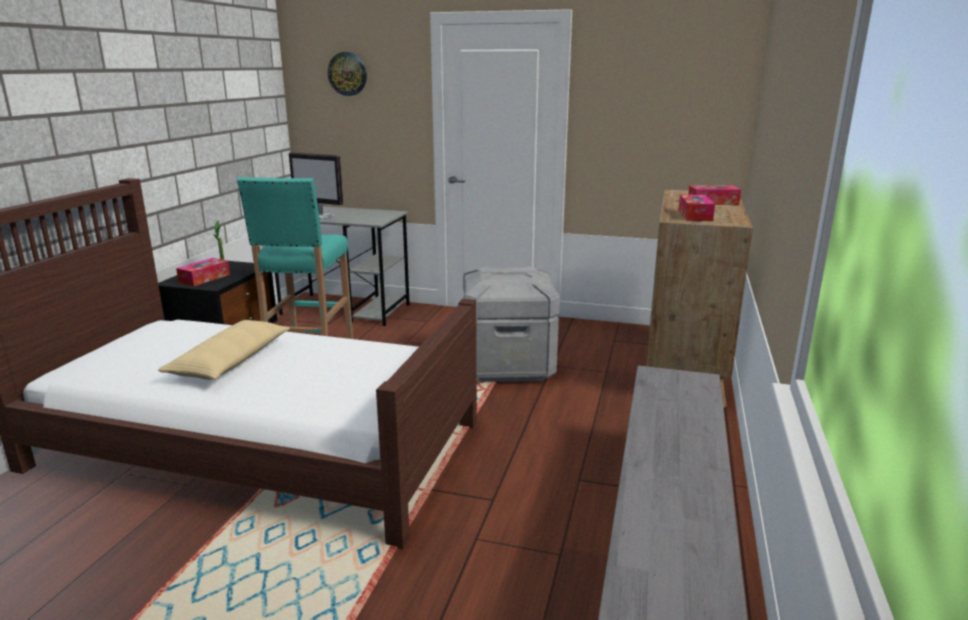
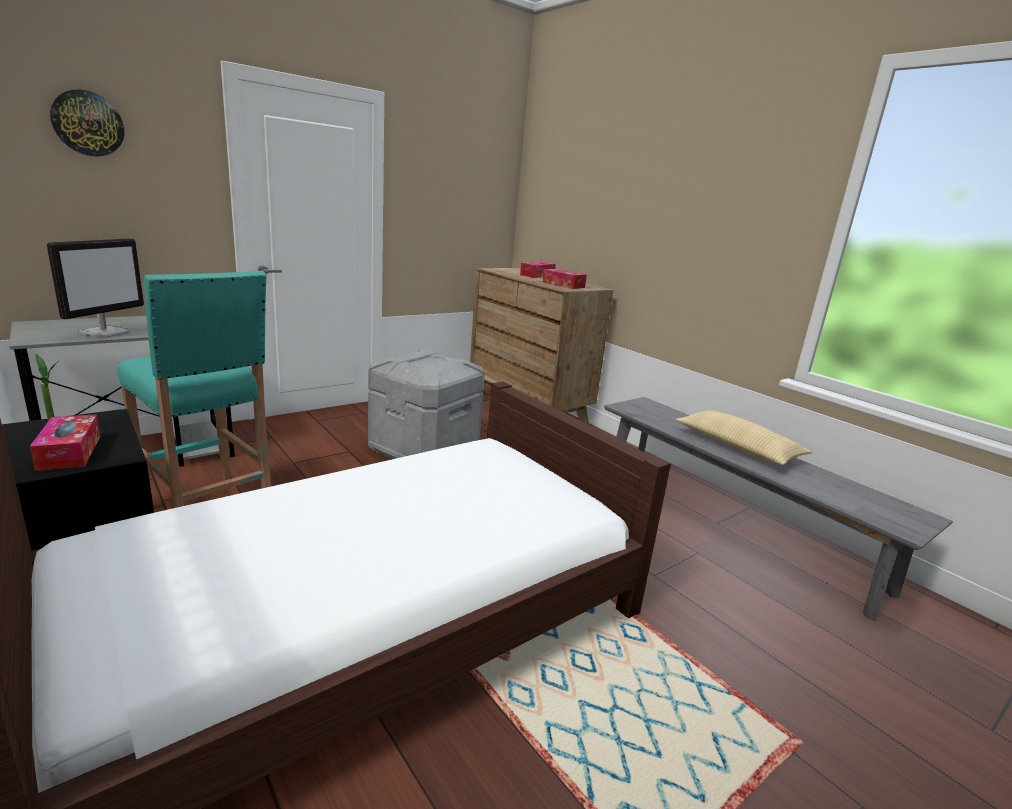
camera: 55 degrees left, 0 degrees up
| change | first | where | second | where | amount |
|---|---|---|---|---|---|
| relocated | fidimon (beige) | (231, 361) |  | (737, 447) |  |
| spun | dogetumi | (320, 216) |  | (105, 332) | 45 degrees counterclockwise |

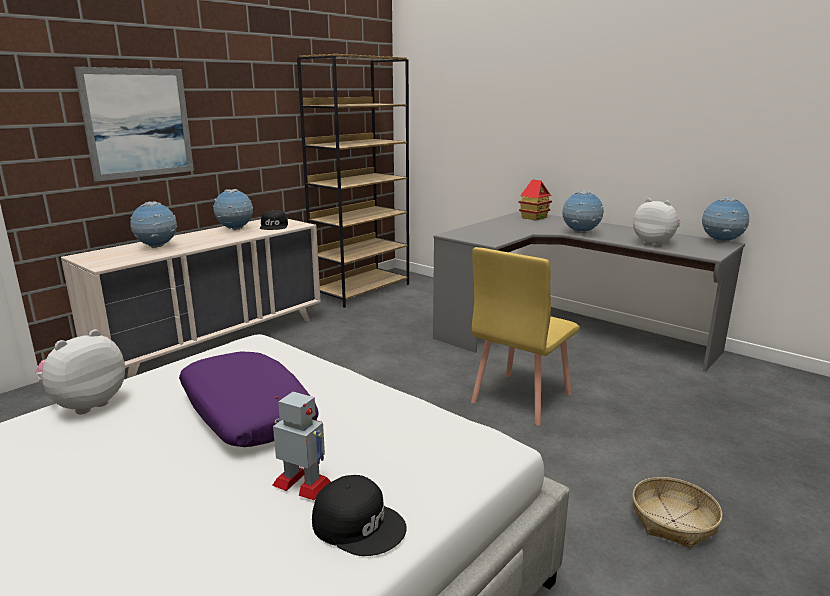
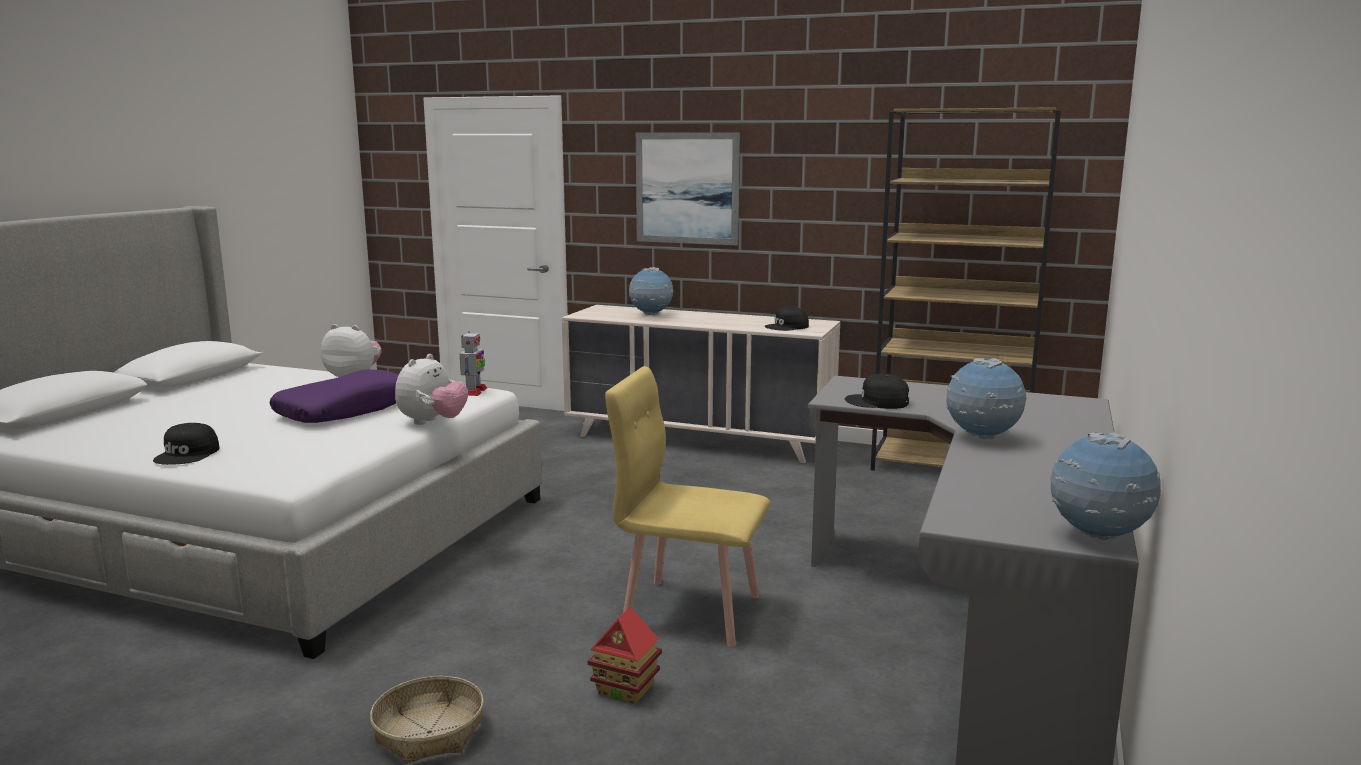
camera: 70 degrees right, 5 degrees down
| change | first | where | second | where | amount |
|---|---|---|---|---|---|
| missing | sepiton | (235, 230) |  |  |  |
| appeared |  |  | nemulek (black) | (877, 402) |  |
| relocated | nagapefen | (303, 484) |  | (473, 391) |  |
| relocated | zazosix | (534, 218) |  | (625, 689) |  |
| relocated | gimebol | (654, 243) |  | (432, 422) |  |

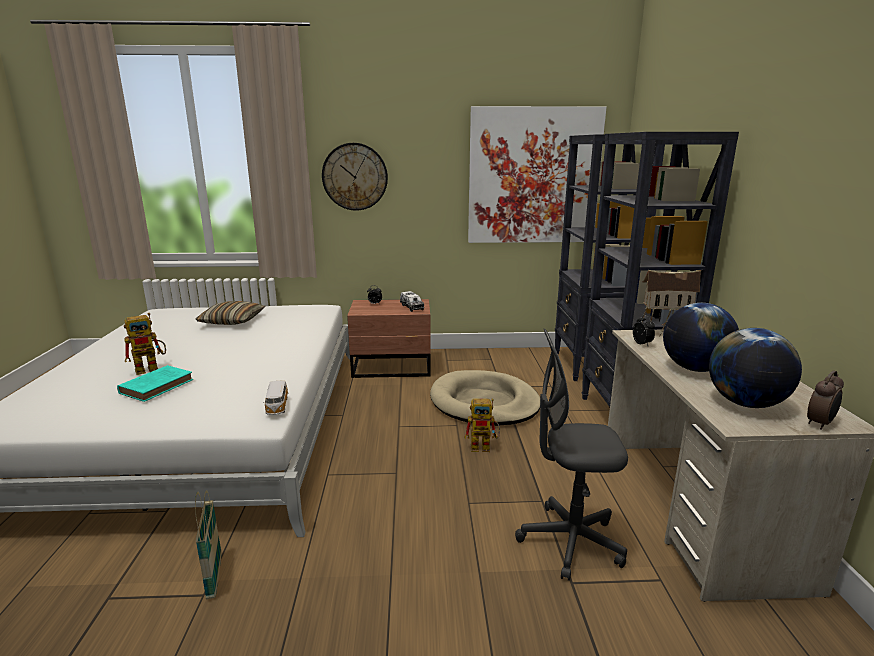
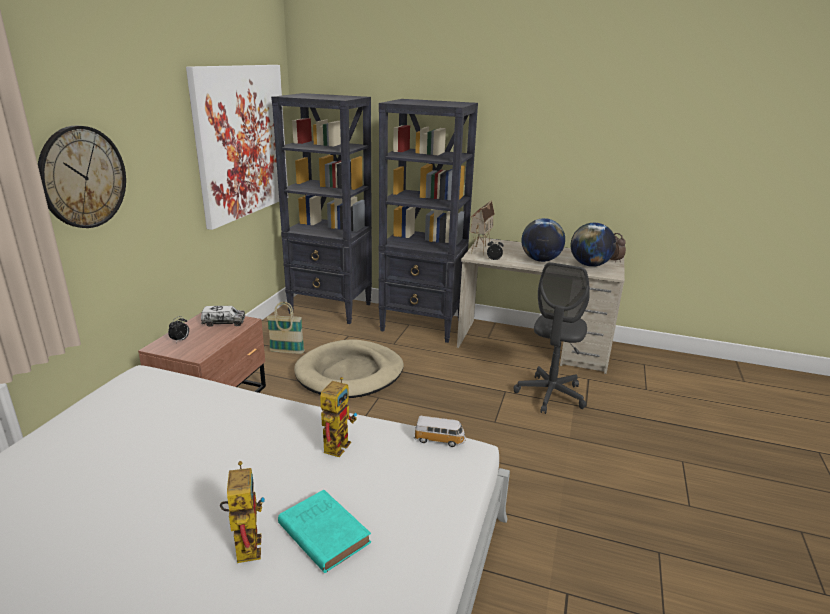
camera: 70 degrees left, 5 degrees up
| change | first | where | second | where | amount |
|---|---|---|---|---|---|
| missing | fidimon | (232, 321) |  |  |  |
| relocated | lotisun | (214, 576) |  | (287, 351) |  |
| relocated | nagapefen | (484, 447) |  | (337, 443) |  |

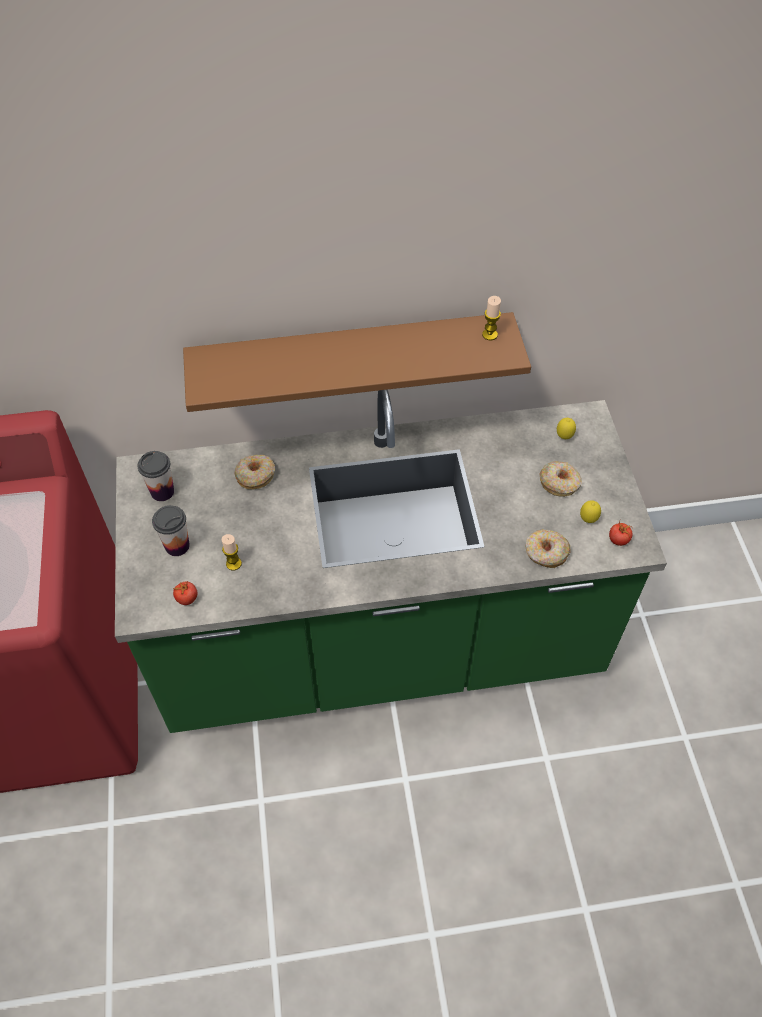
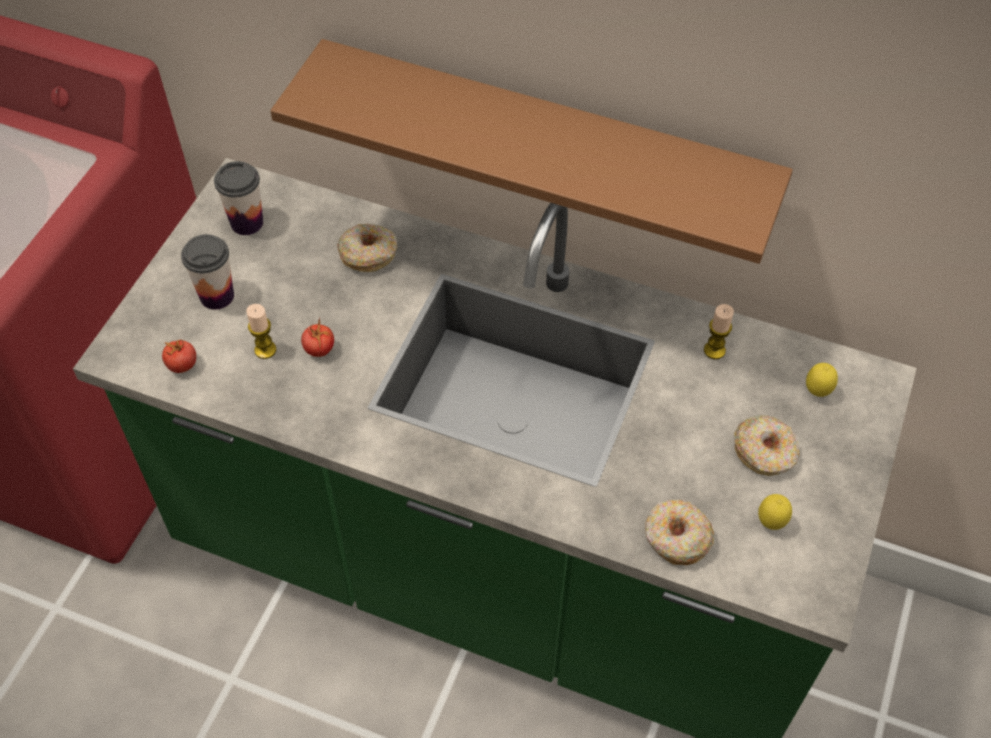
camera: 30 degrees right, 0 degrees up
| change | first | where | second | where | amount |
|---|---|---|---|---|---|
| relocated | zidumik | (489, 335) |  | (714, 350) |  |
| relocated | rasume | (618, 540) |  | (319, 349) |  |

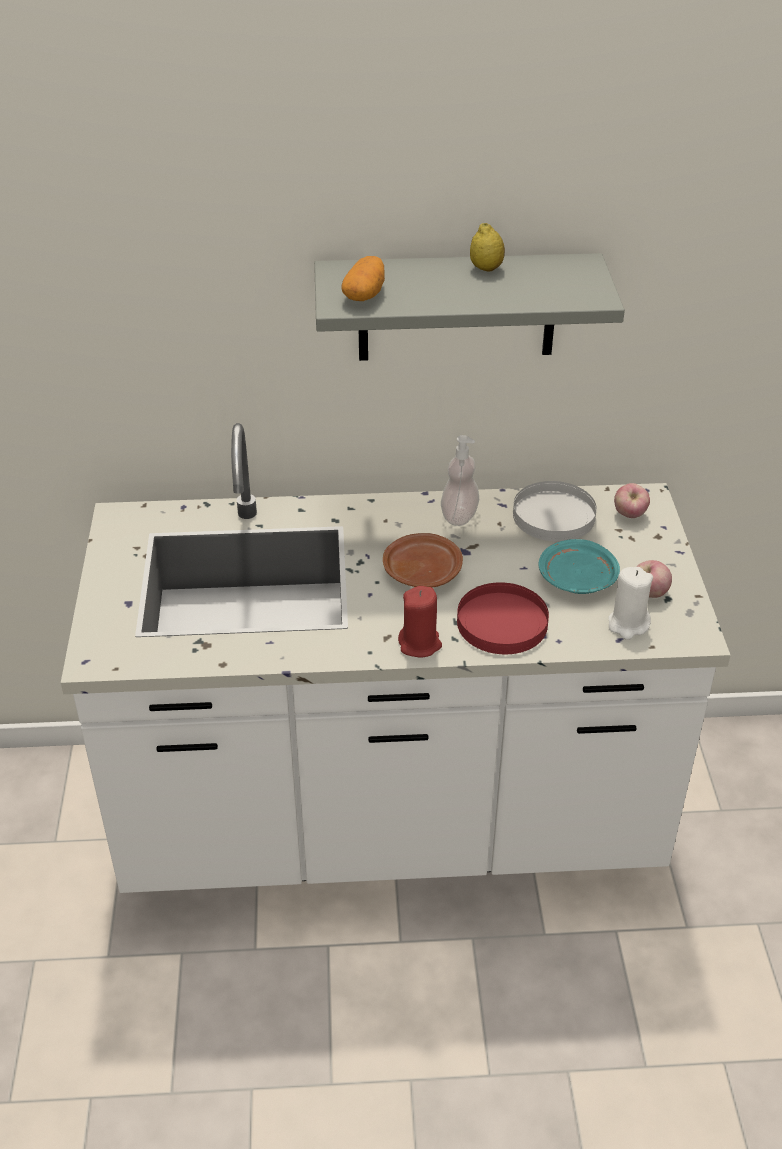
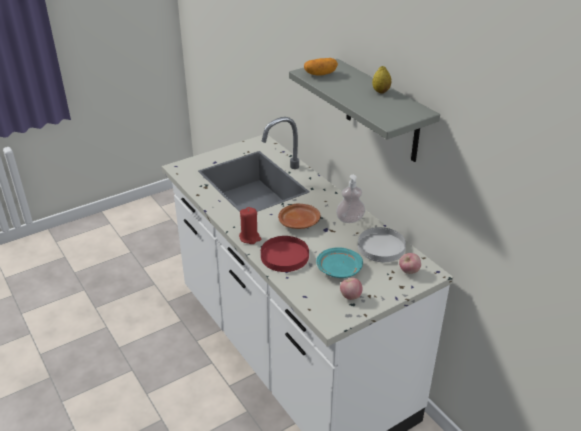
camera: 60 degrees right, 5 degrees down
| change | first | where | second | where | amount |
|---|---|---|---|---|---|
| missing | zidumik (white) | (628, 624) |  |  |  |

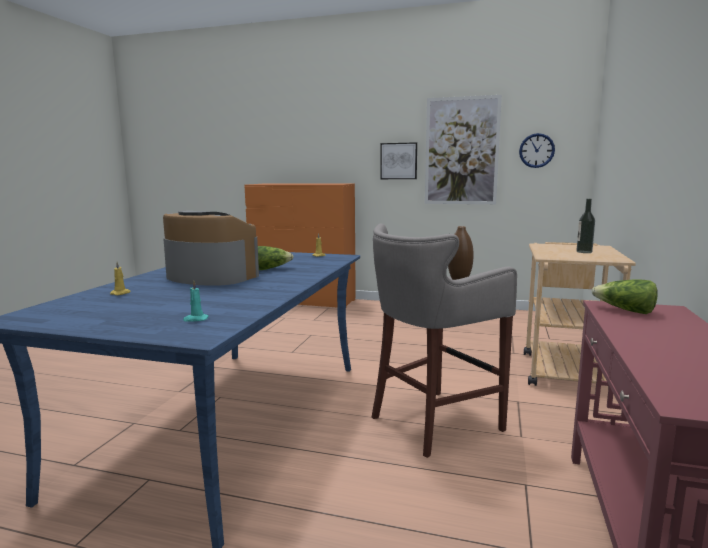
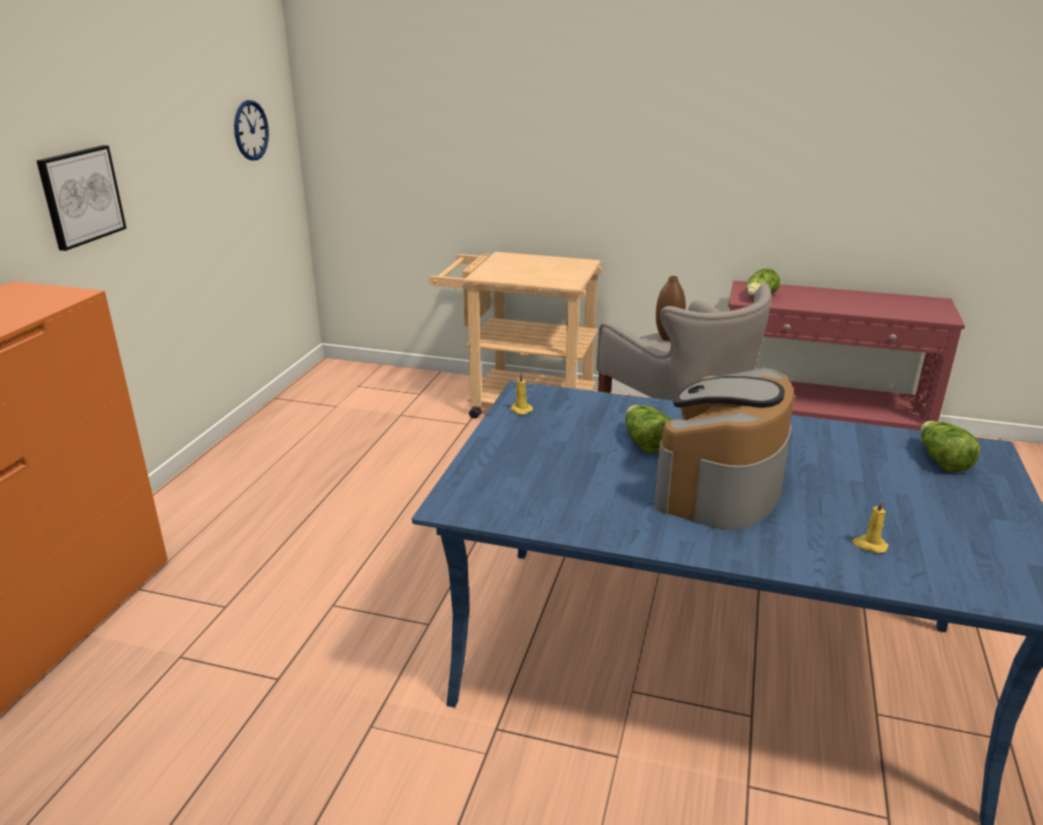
camera: 90 degrees left, 15 degrees up
| change | first | where | second | where | amount |
|---|---|---|---|---|---|
| missing | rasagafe | (461, 151) |  |  |  |
| missing | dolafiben | (584, 252) |  |  |  |
| exchanged | zidumik (turquoise) | (195, 319) | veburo | (941, 460) |  |

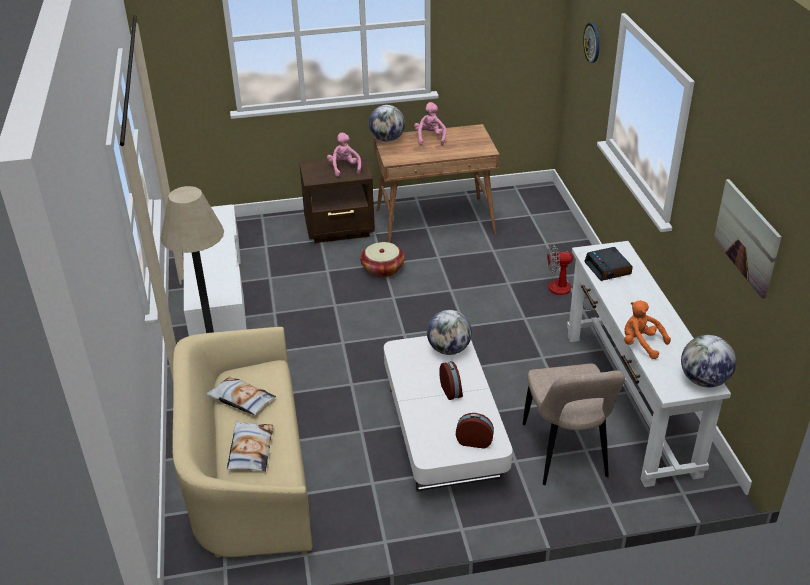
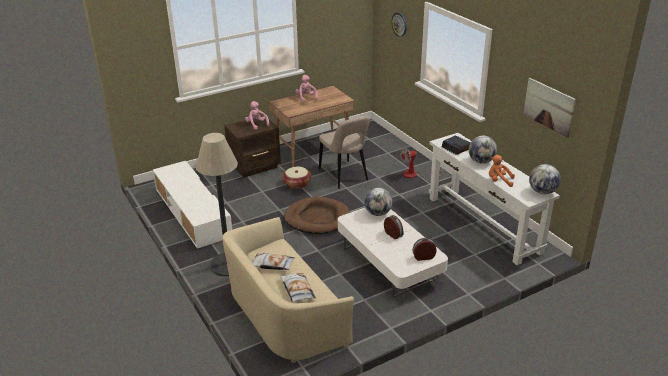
camera: 20 degrees left, 5 degrees down
| change | first | where | second | where | amount |
|---|---|---|---|---|---|
| appeared |  |  | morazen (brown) | (317, 218) |  |
| relocated | sepiton | (387, 139) |  | (481, 161) |  |
| relocated | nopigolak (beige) | (566, 454) |  | (344, 176) |  |

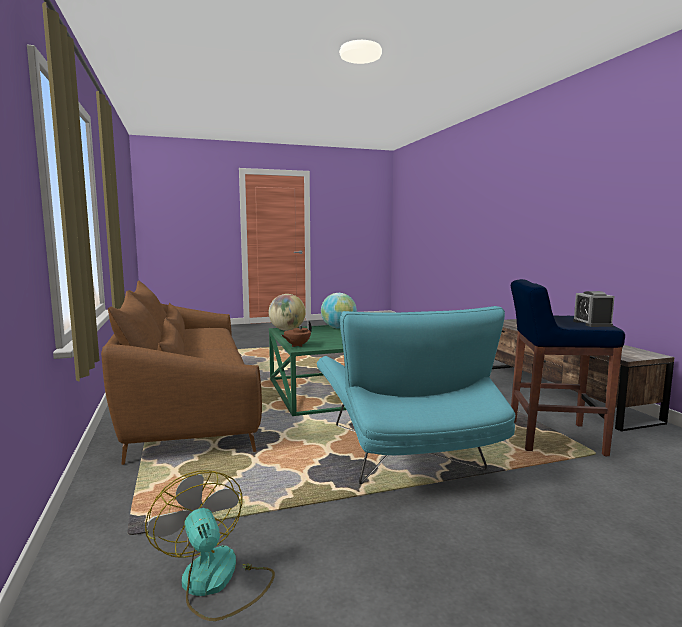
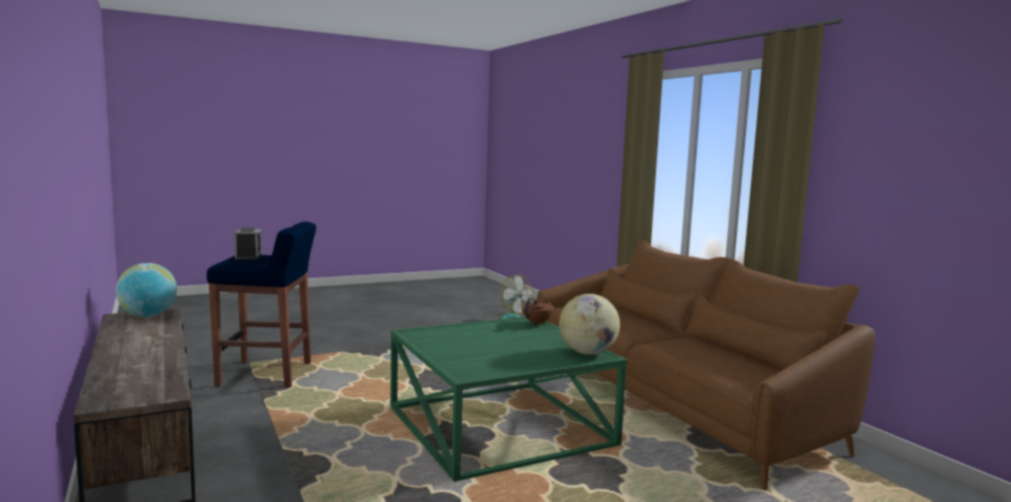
camera: 170 degrees right, 0 degrees up
| change | first | where | second | where | amount |
|---|---|---|---|---|---|
| missing | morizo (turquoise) | (405, 453) |  |  |  |
| relocated | sepiton | (338, 328) |  | (148, 316) |  |

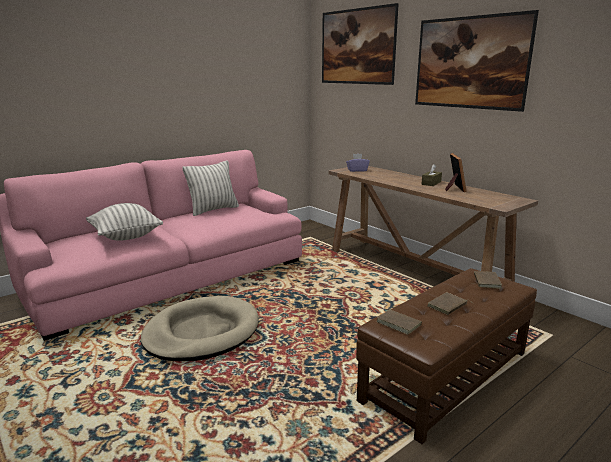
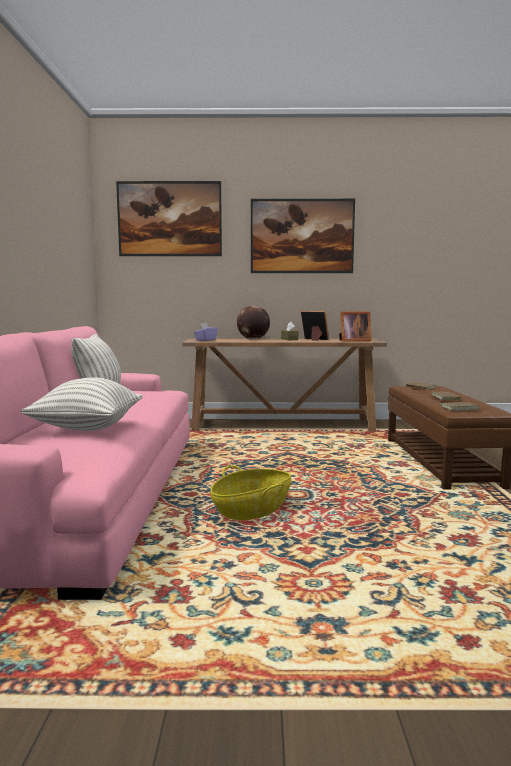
camera: 50 degrees left, 10 degrees down
| change | first | where | second | where | amount |
|---|---|---|---|---|---|
| appeared |  |  | sepiton | (253, 339) |  |
| appeared |  |  | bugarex | (353, 341) |  |
| exchanged | morazen (beige) | (201, 333) | lotisun | (252, 510) |  |

